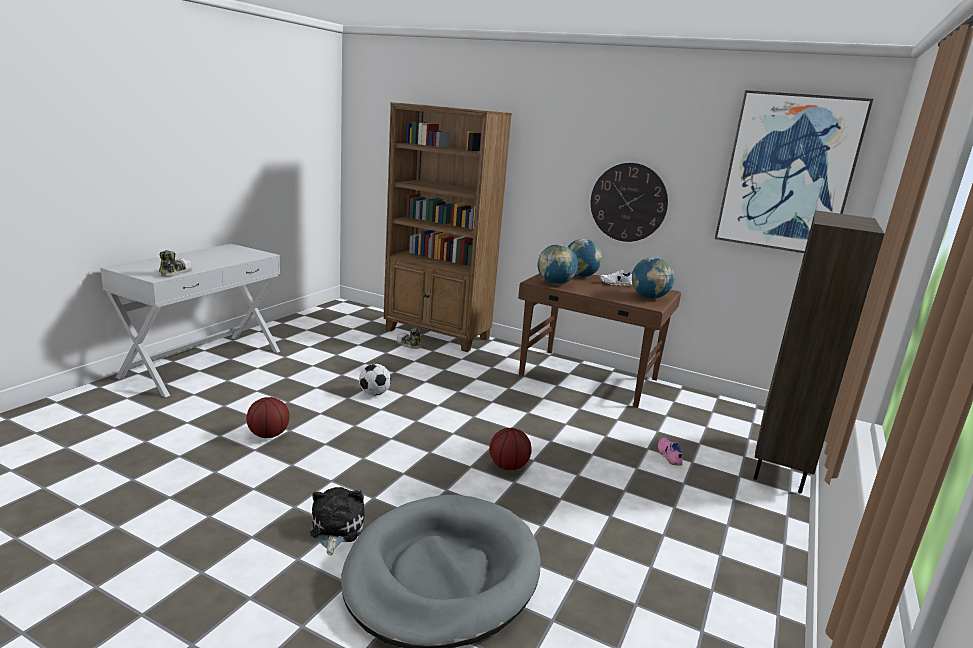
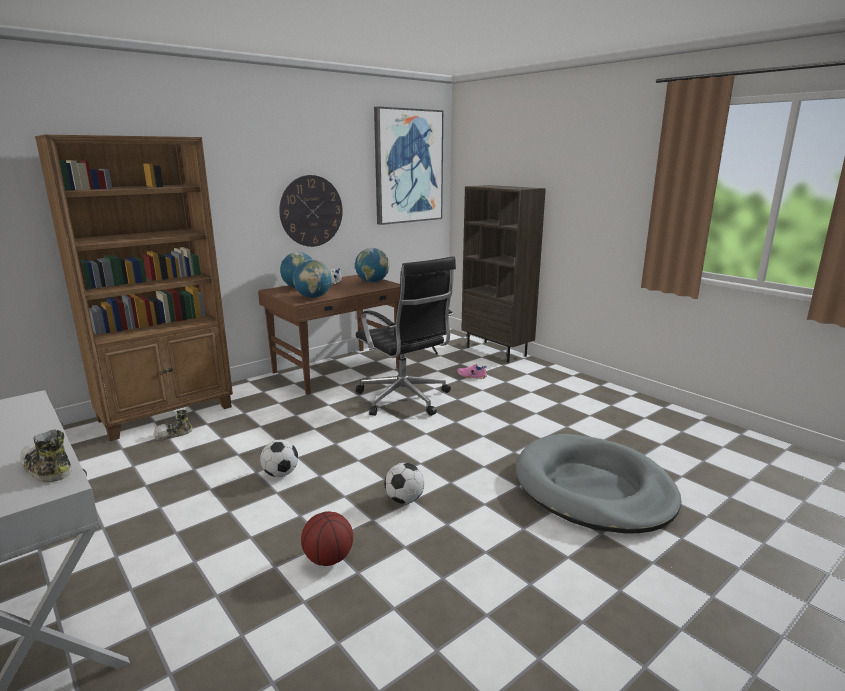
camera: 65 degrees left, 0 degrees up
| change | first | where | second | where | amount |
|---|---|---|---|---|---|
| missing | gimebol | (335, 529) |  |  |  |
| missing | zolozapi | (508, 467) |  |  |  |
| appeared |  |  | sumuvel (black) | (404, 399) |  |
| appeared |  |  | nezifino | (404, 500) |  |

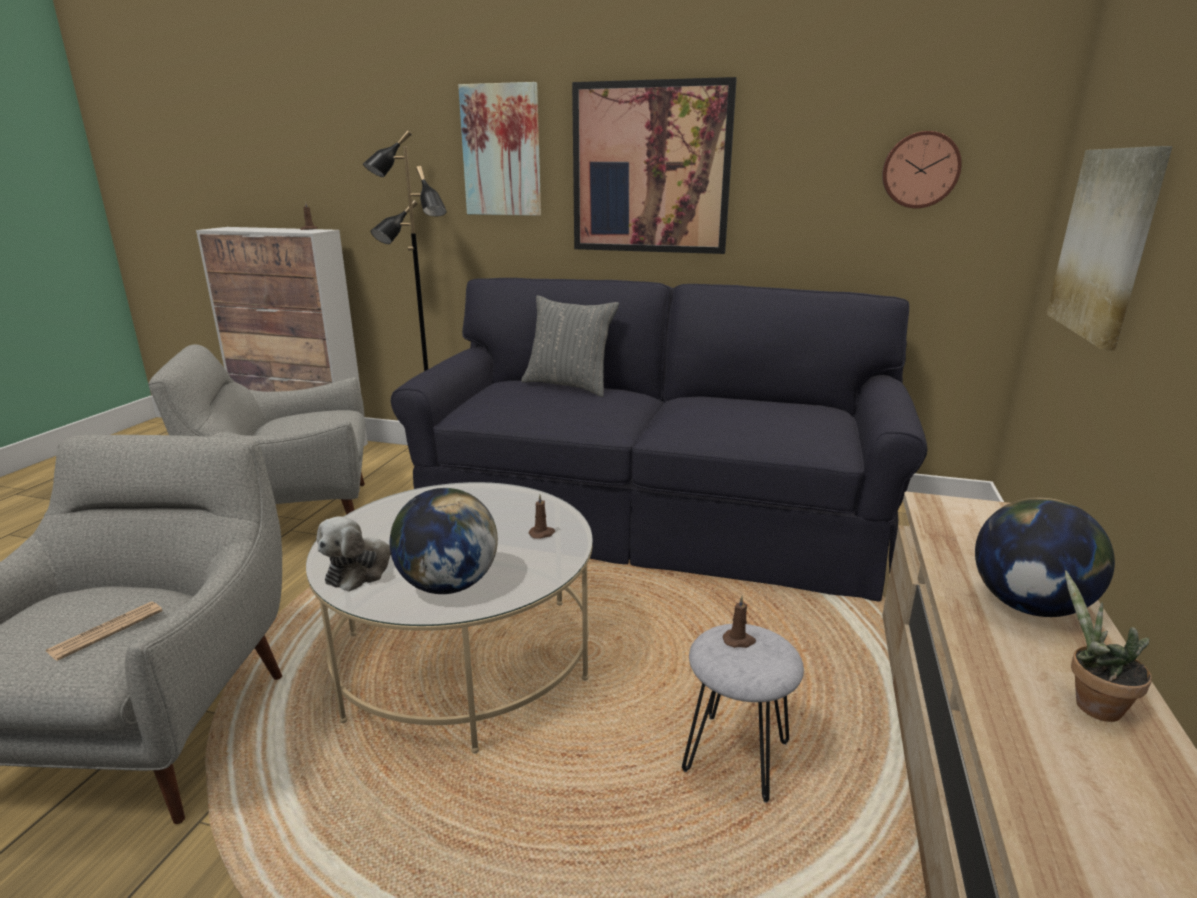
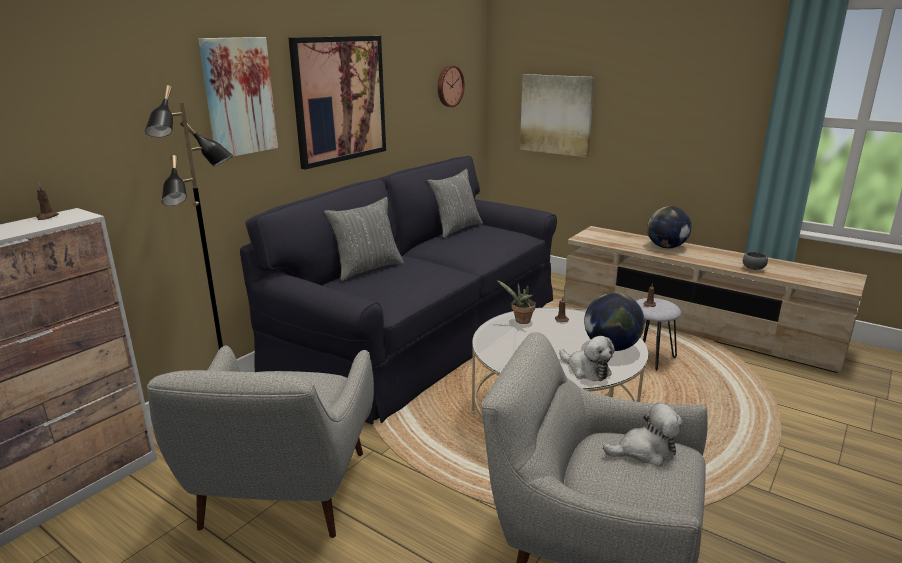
camera: 70 degrees left, 0 degrees up
| change | first | where | second | where | amount |
|---|---|---|---|---|---|
| appeared |  |  | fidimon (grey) | (456, 229) |  |
| appeared |  |  | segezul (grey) | (754, 269) |  |
| relocated | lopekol | (1090, 704) |  | (520, 321) |  |
| exchanged | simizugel | (106, 631) | gimebol | (645, 451) |  |

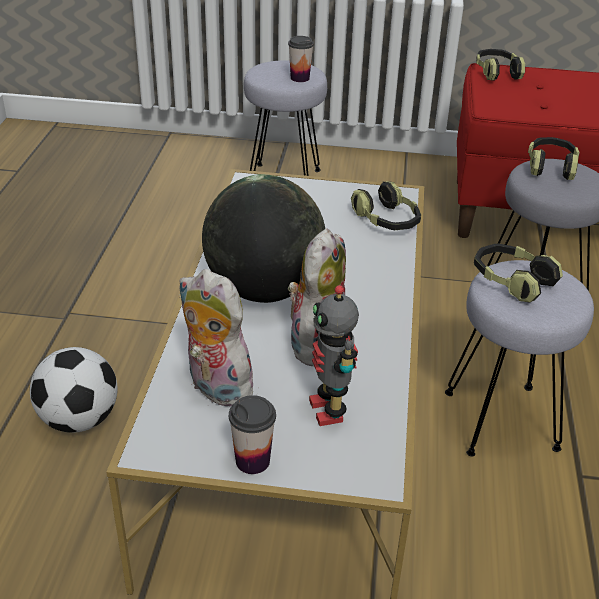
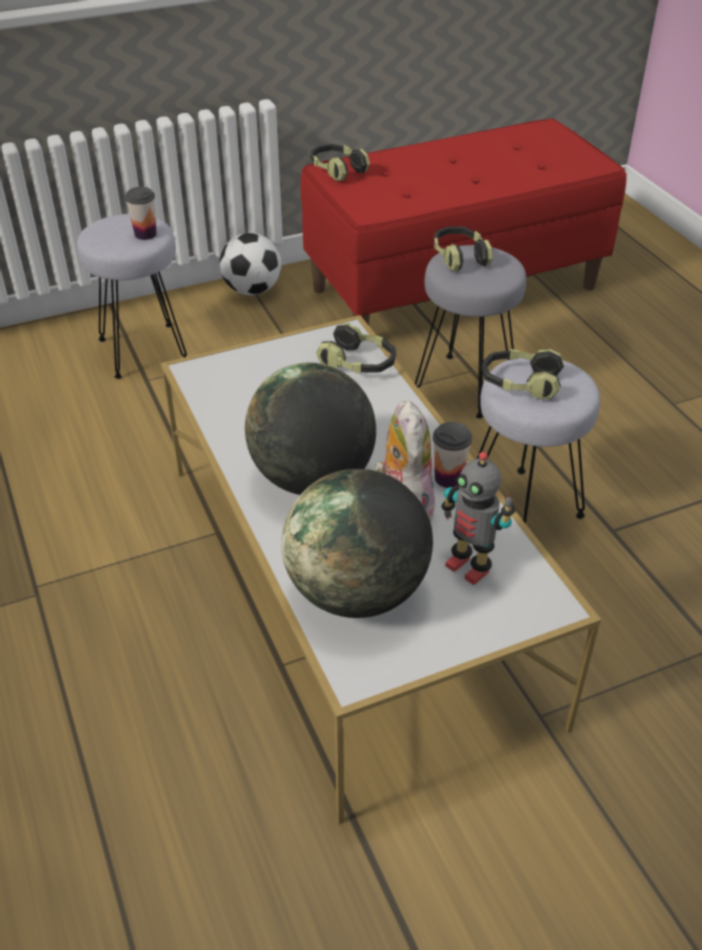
camera: 30 degrees left, 5 degrees up
| change | first | where | second | where | amount |
|---|---|---|---|---|---|
| relocated | nezifino | (79, 419) |  | (252, 290) |  |
| relocated | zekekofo | (252, 461) |  | (448, 478) |  |
| exchanged | gimebol | (215, 387) | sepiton | (357, 592) |  |

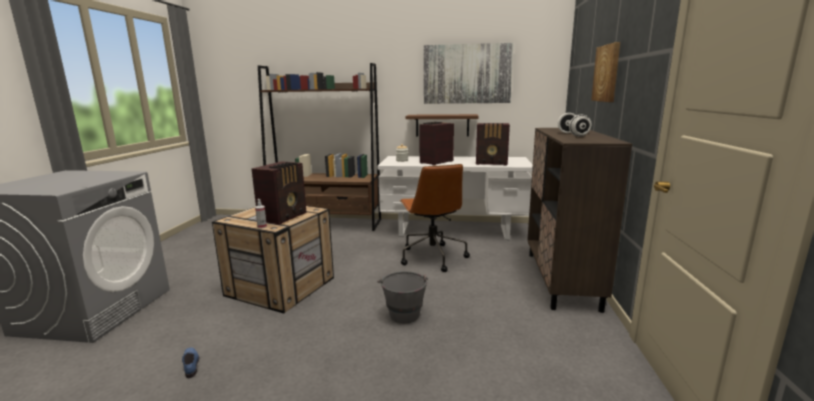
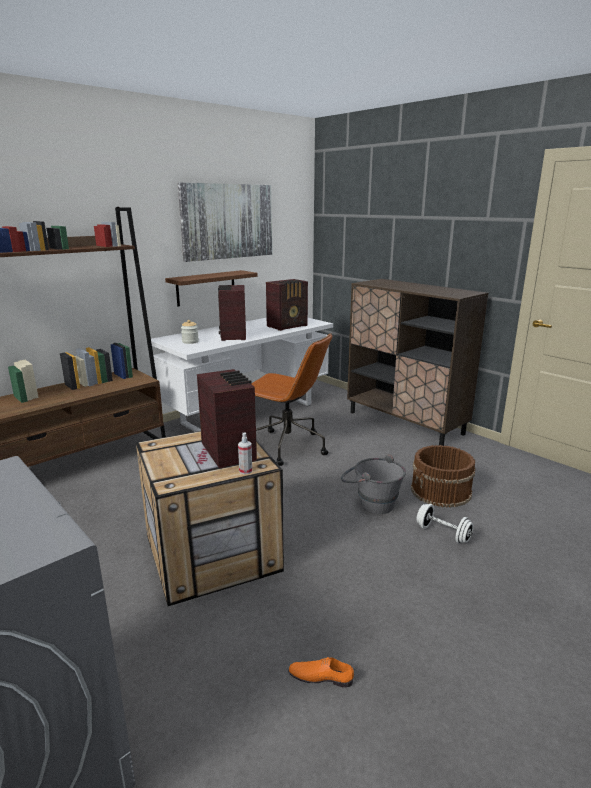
camera: 50 degrees left, 5 degrees up
| change | first | where | second | where | amount |
|---|---|---|---|---|---|
| missing | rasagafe | (607, 73) |  |  |  |
| appeared |  |  | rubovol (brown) | (441, 491) |  |
| relocated | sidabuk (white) | (572, 134) |  | (443, 533) |  |
| colour | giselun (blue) | (191, 364) | giselun (orange) | (320, 676) |  |

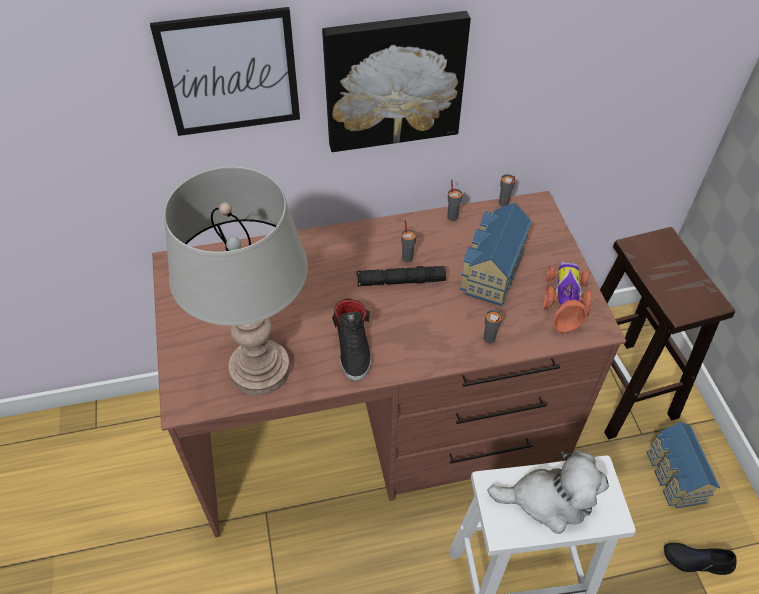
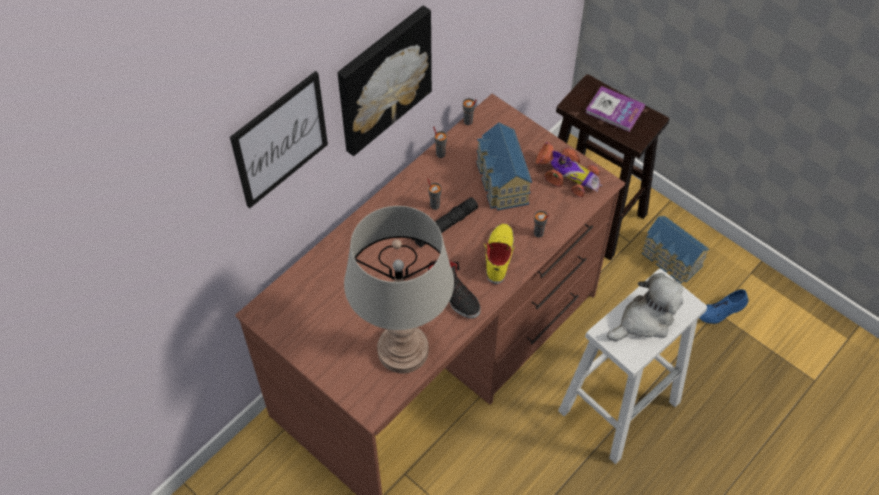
camera: 35 degrees left, 5 degrees up
| change | first | where | second | where | amount |
|---|---|---|---|---|---|
| appeared |  |  | giselun (yellow) | (498, 255) |  |
| appeared |  |  | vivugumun | (614, 110) |  |
| colour | giselun (black) | (696, 560) | giselun (blue) | (721, 310) |  |
| spun | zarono | (565, 300) |  | (567, 175) | 150 degrees clockwise |

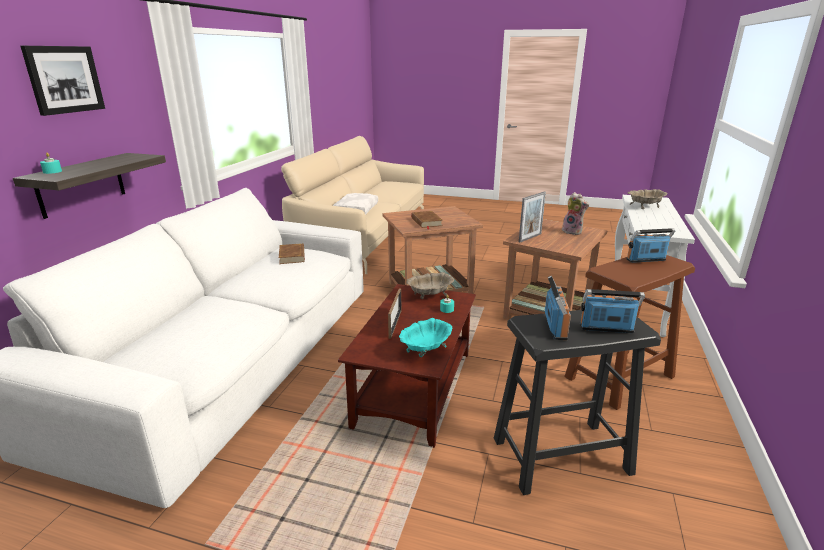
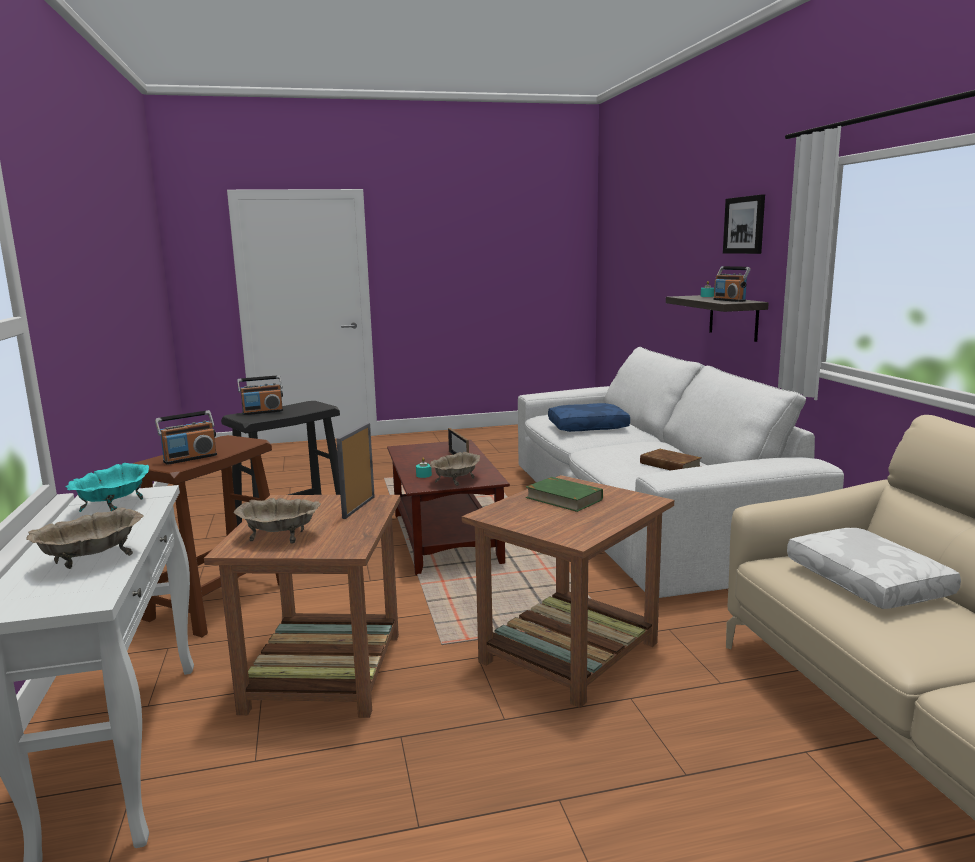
camera: 150 degrees right, 10 degrees down
| change | first | where | second | where | amount |
|---|---|---|---|---|---|
| appeared |  |  | fidimon (blue) | (588, 426) |  |
| relocated | segezul (turquoise) | (425, 350) |  | (113, 505) |  |
| relocated | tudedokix | (555, 327) |  | (729, 300) |  |
| exchanged | gimebol | (573, 232) | segezul (beige) | (280, 536) |  |
| colour | vivugumun (brown) | (426, 222) | vivugumun (green) | (564, 498) |  |

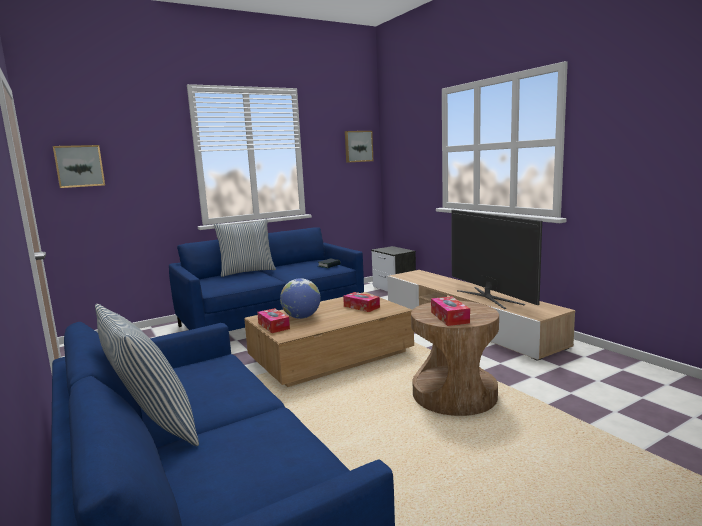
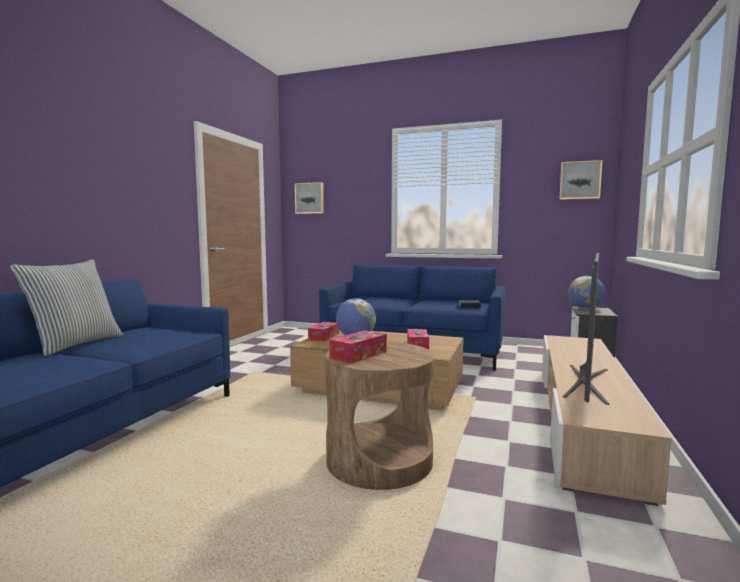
camera: 50 degrees right, 5 degrees down
| change | first | where | second | where | amount |
|---|---|---|---|---|---|
| missing | fidimon | (247, 271) |  |  |  |
| appeared |  |  | sepiton | (585, 308) |  |

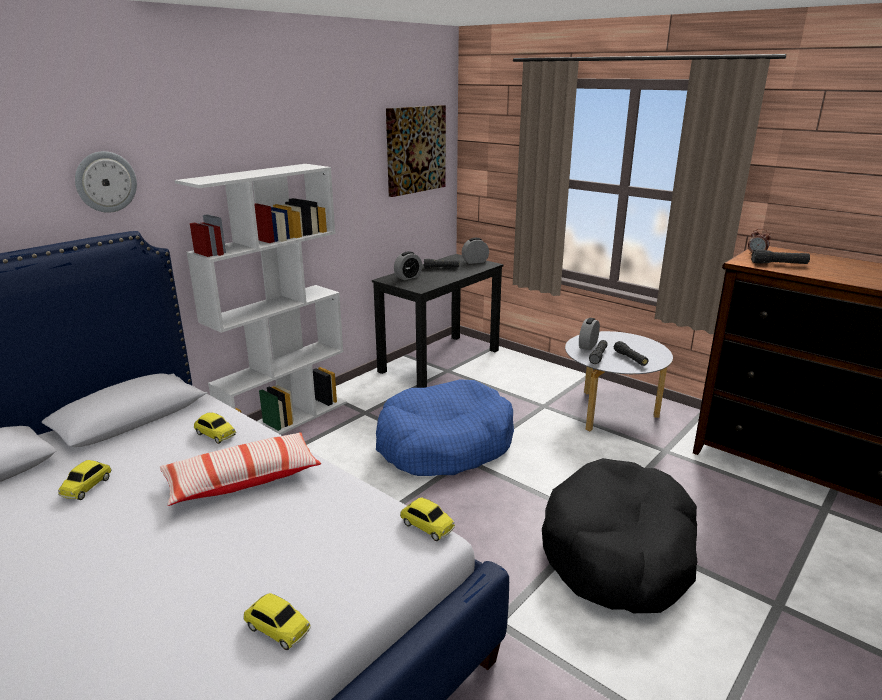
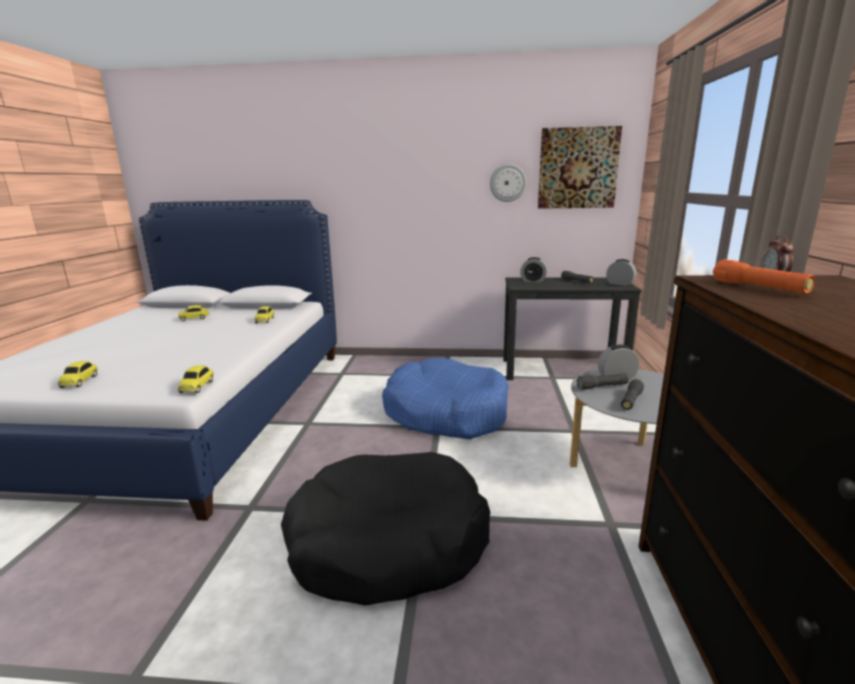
camera: 55 degrees right, 5 degrees down
| change | first | where | second | where | amount |
|---|---|---|---|---|---|
| missing | fidimon | (242, 480) |  |  |  |
| missing | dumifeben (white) | (285, 420) |  |  |  |
| relocated | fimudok | (105, 182) |  | (507, 183) |  |
| colour | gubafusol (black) | (779, 264) | gubafusol (orange) | (758, 288) |  |

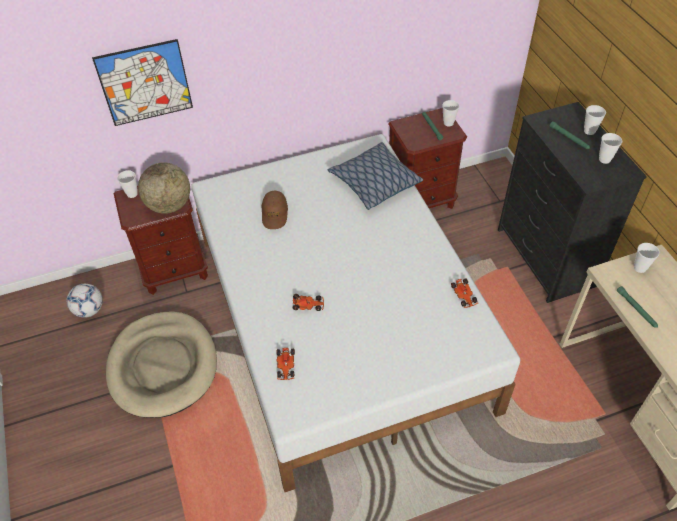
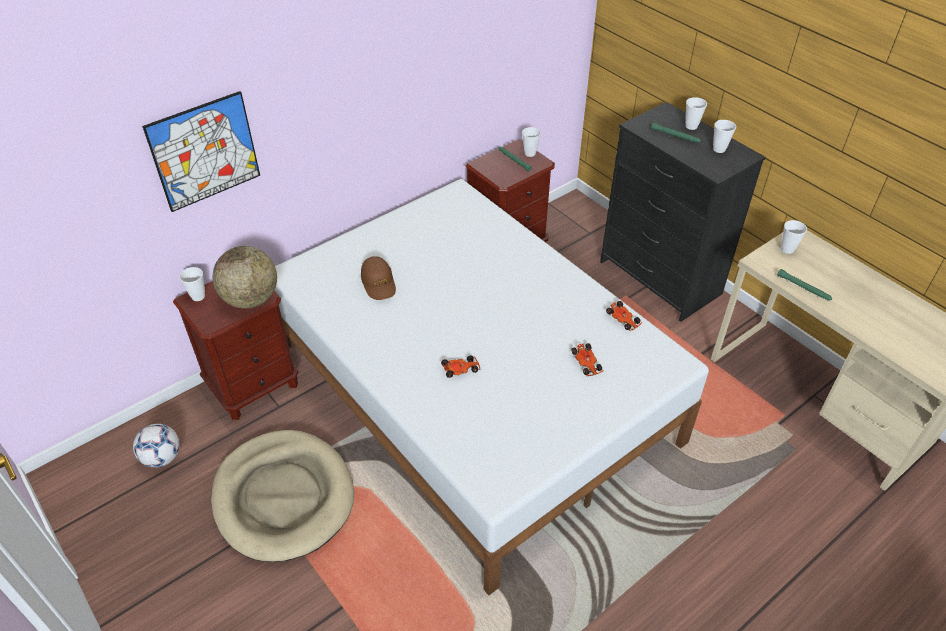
camera: 20 degrees left, 5 degrees down
| change | first | where | second | where | amount |
|---|---|---|---|---|---|
| missing | fidimon | (374, 183) |  |  |  |
| relocated | zarono | (285, 366) |  | (587, 363) |  |

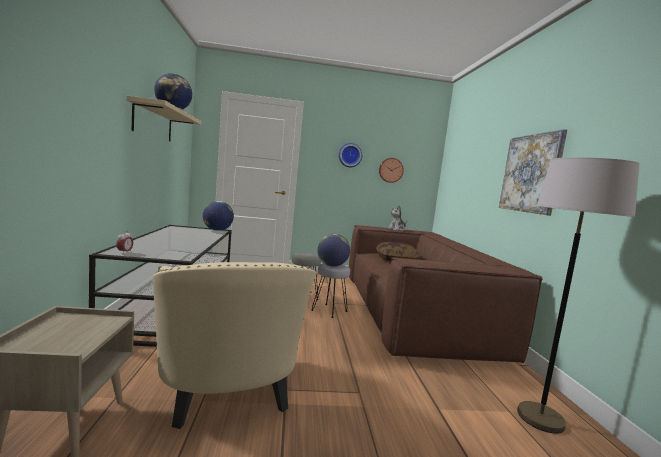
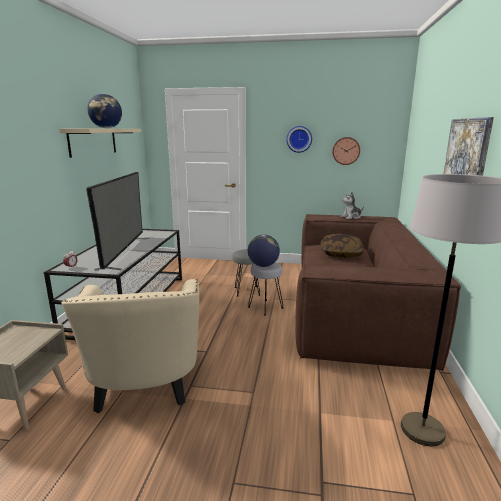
camera: 15 degrees right, 10 degrees up
| change | first | where | second | where | amount |
|---|---|---|---|---|---|
| missing | sepiton | (217, 230) |  |  |  |
| appeared |  |  | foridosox | (124, 252) |  |

